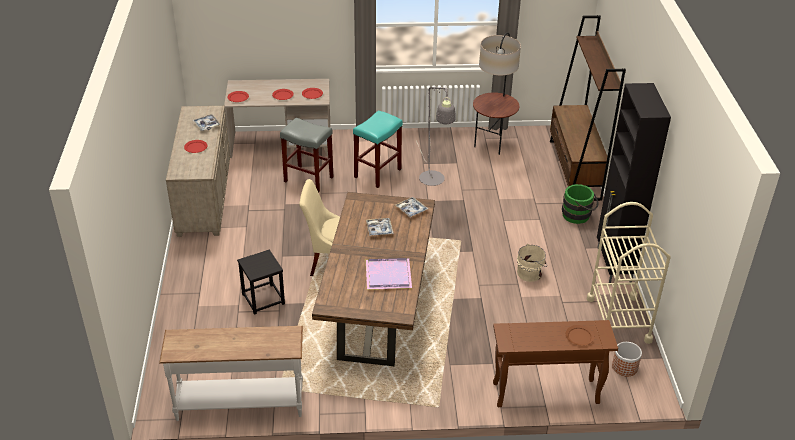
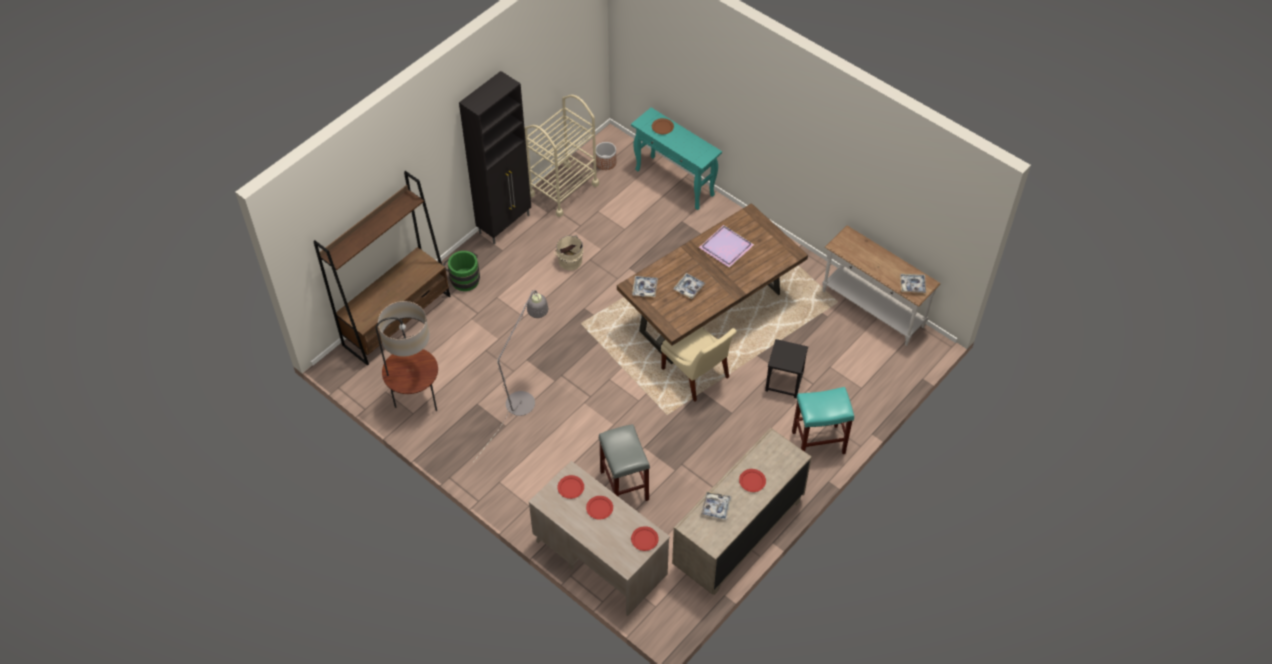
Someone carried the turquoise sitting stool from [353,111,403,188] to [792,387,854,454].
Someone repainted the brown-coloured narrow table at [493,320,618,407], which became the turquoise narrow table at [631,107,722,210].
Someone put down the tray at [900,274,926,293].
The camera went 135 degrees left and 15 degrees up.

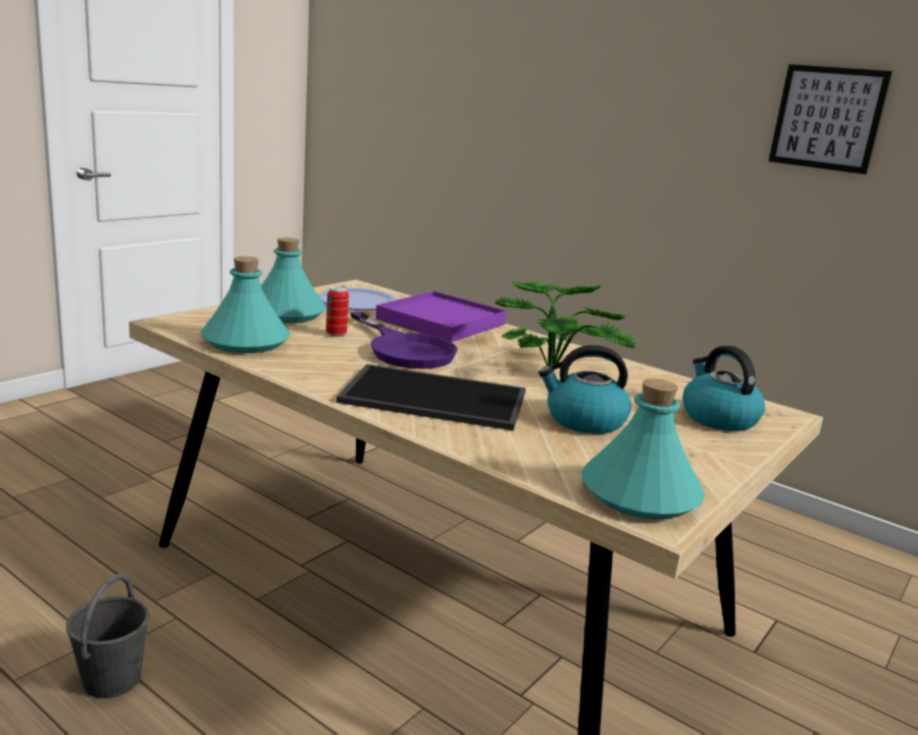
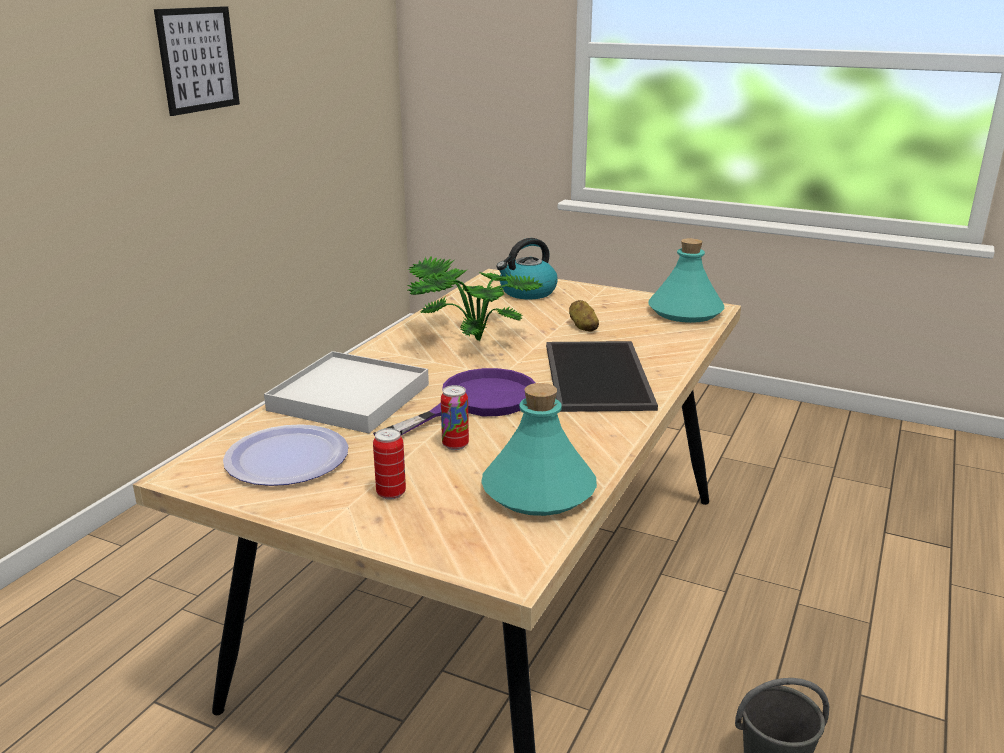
Someone swapped the turquoise beverage bottle at [261,238,326,323] for the sealed can at [373,428,406,500].
Someone repainted the purple tray at [376,291,507,342], which became the whitish tray at [264,351,429,433].
Someone swapped the water kettle at [539,345,631,434] for the whole potato at [569,300,599,332].
The camera went 100 degrees left and 5 degrees up.

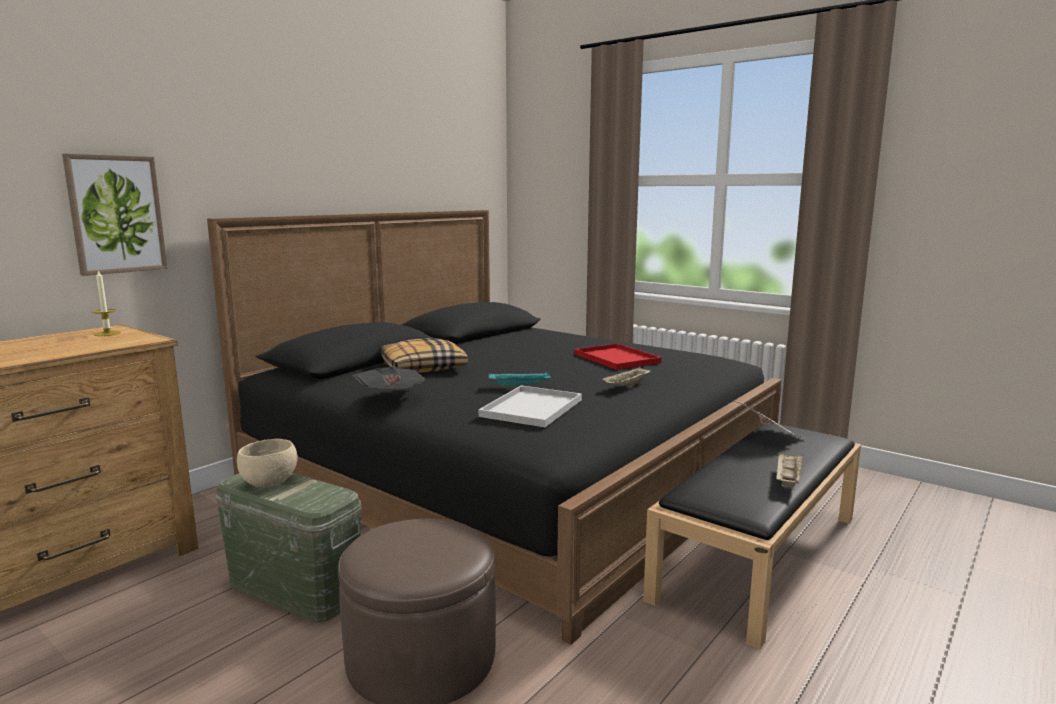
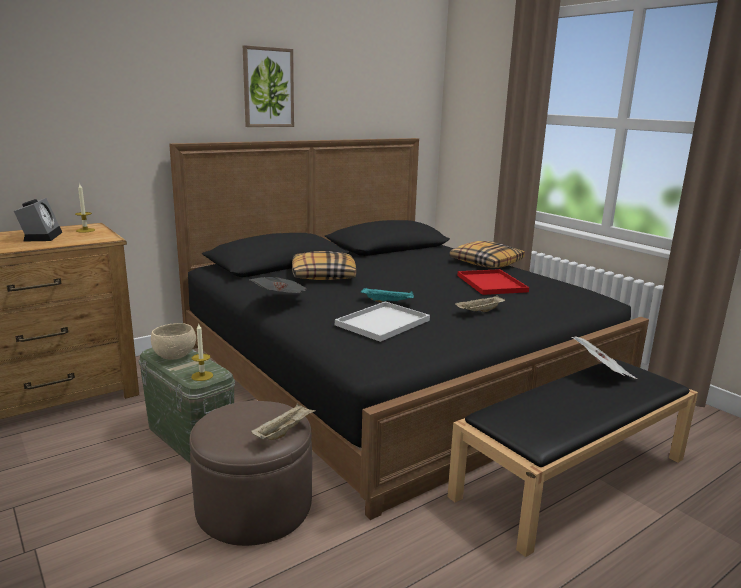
Someone carried the wall picture from [62,154,168,276] to [243,45,294,127].
Someone carried the sand-coloured tray from [776,453,803,486] to [251,403,316,440].
Someone put down the alarm clock at [14,198,62,241].
Someone put down the wax candle at [191,324,213,381].
Someone put down the throw pillow at [449,241,525,268].
The camera went 15 degrees right and 5 degrees up.

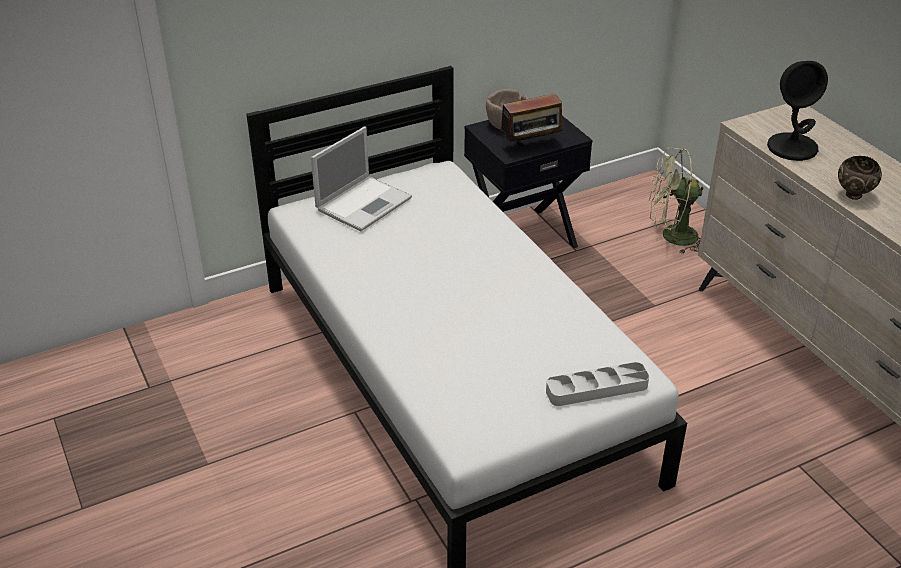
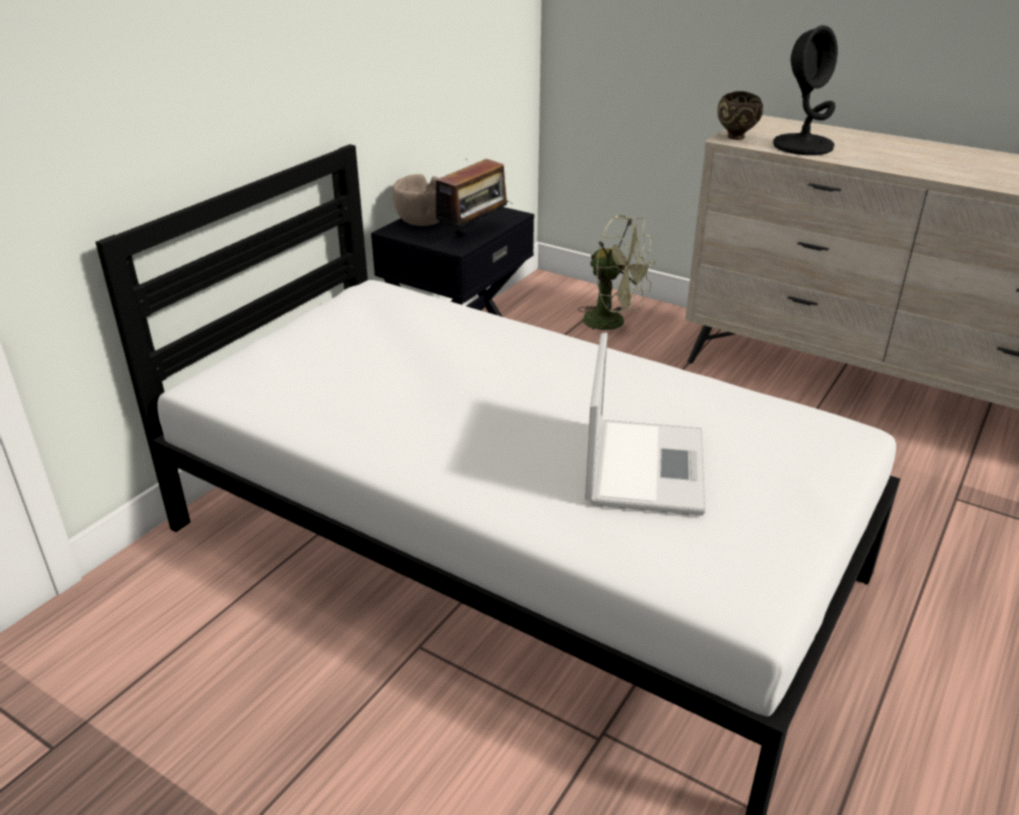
Someone carried the notebook computer from [311,127,412,232] to [585,333,706,516].
Someone took away the greyish tray at [546,362,649,406].
Someone rotated the greenish electric fan at [649,147,704,254] by 120 degrees counterclockwise.
Someone carried the brown-coloured deep dish from [838,156,882,200] to [718,91,763,140].
The camera went 30 degrees left and 5 degrees down.

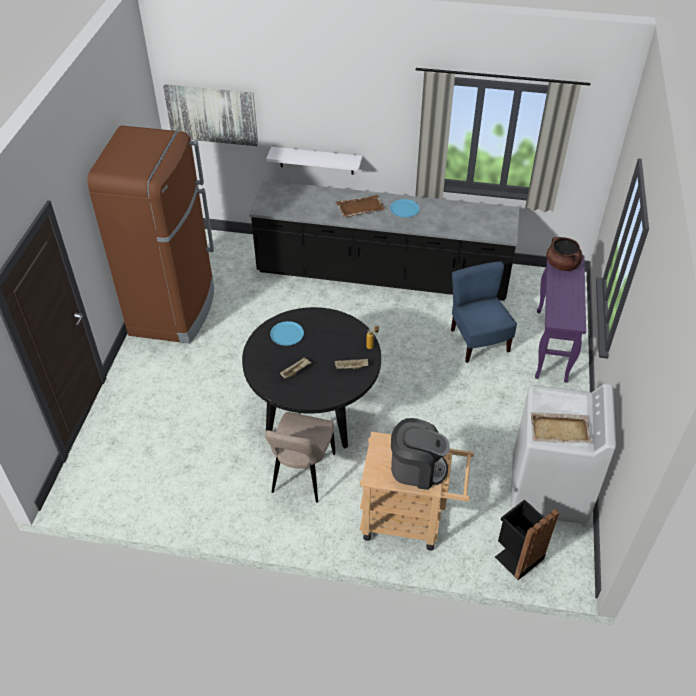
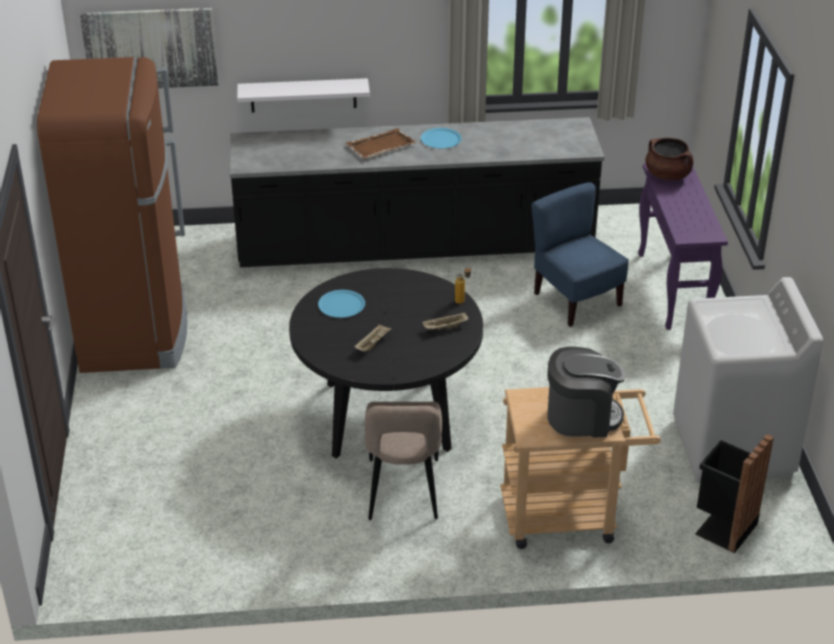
Someone took away the sand-coloured tray at [531,412,592,443].
The camera went 15 degrees left and 10 degrees down.

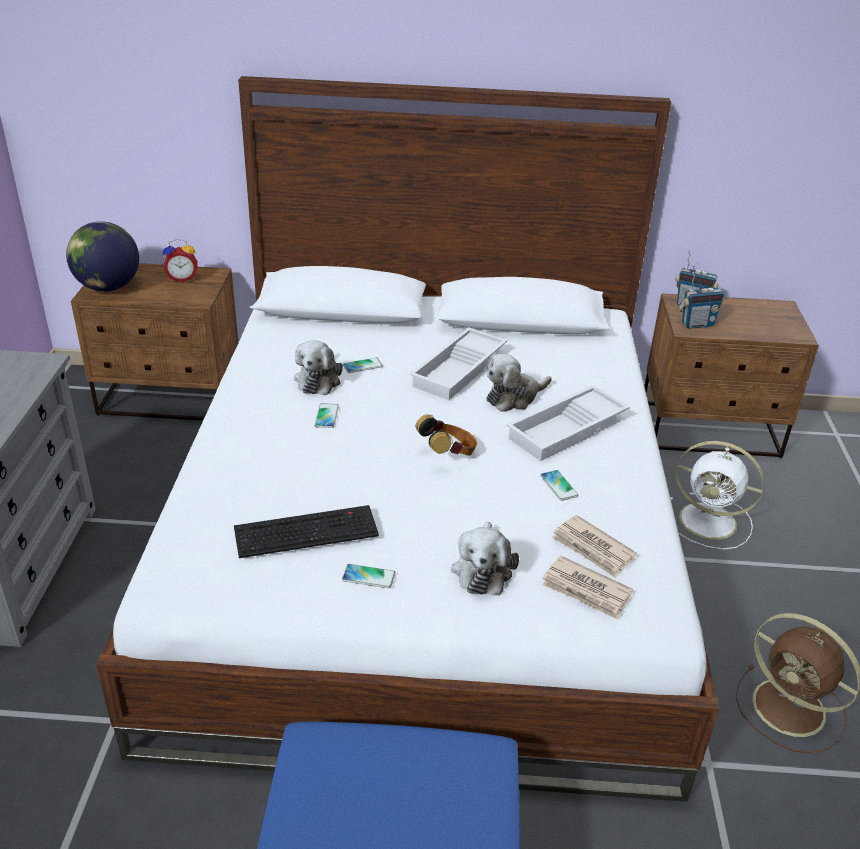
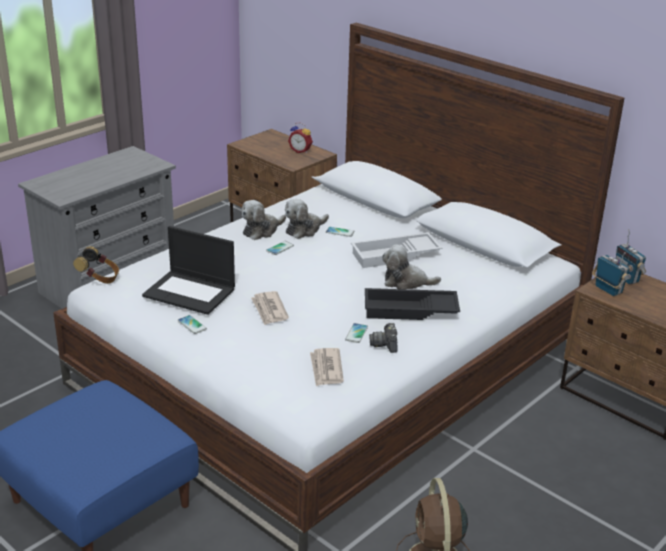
Someone took away the world globe at [66,221,139,291].
Someone swapped the keyboard at [234,505,379,558] for the notebook computer at [142,226,235,315].
Someone carried the headphones from [416,415,477,456] to [73,246,119,284].
Someone carried the plush toy from [451,522,519,595] to [241,200,286,240].
Someone repainted the whitish tray at [506,385,630,461], which became the blackish tray at [365,288,460,320].
Someone carried the newspaper from [542,556,633,620] to [251,291,289,325].
Someone took away the whitish electric fan at [670,441,764,550].
Someone rotated the radio at [679,272,724,329] by 150 degrees counterclockwise.
Someone put down the photo camera at [369,323,397,353].
The camera went 40 degrees right and 5 degrees down.

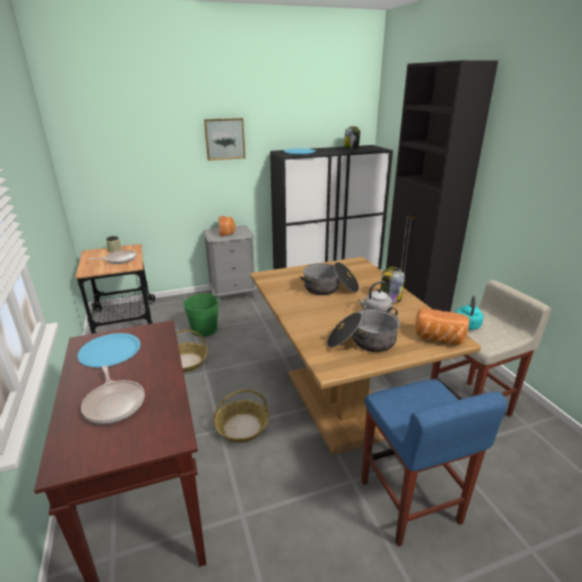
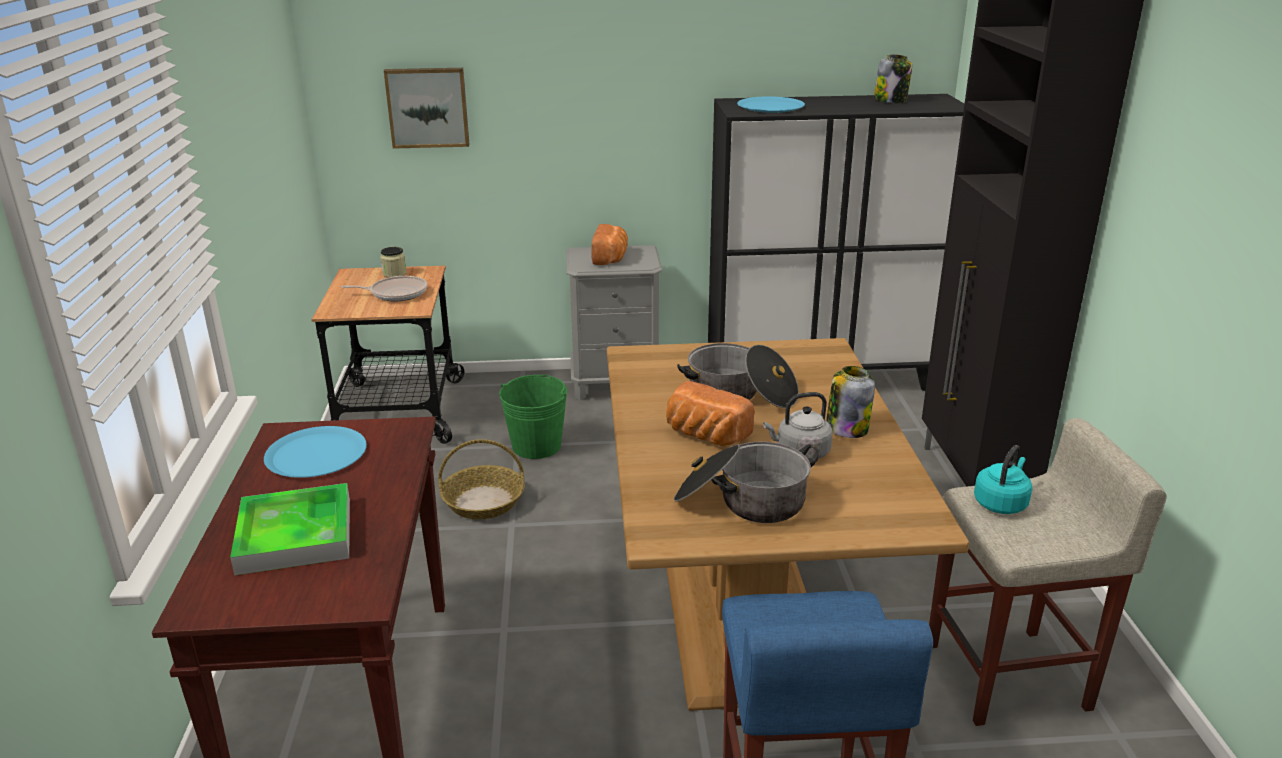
Someone swapped the frying pan at [81,365,145,424] for the tray at [230,483,350,575].
Someone carried the wall picture from [204,118,245,161] to [384,68,470,149].
Someone took away the household basket at [213,390,269,443].
Someone carried the bakery bread from [415,308,470,345] to [666,381,755,446].
The camera went 15 degrees right and 0 degrees up.

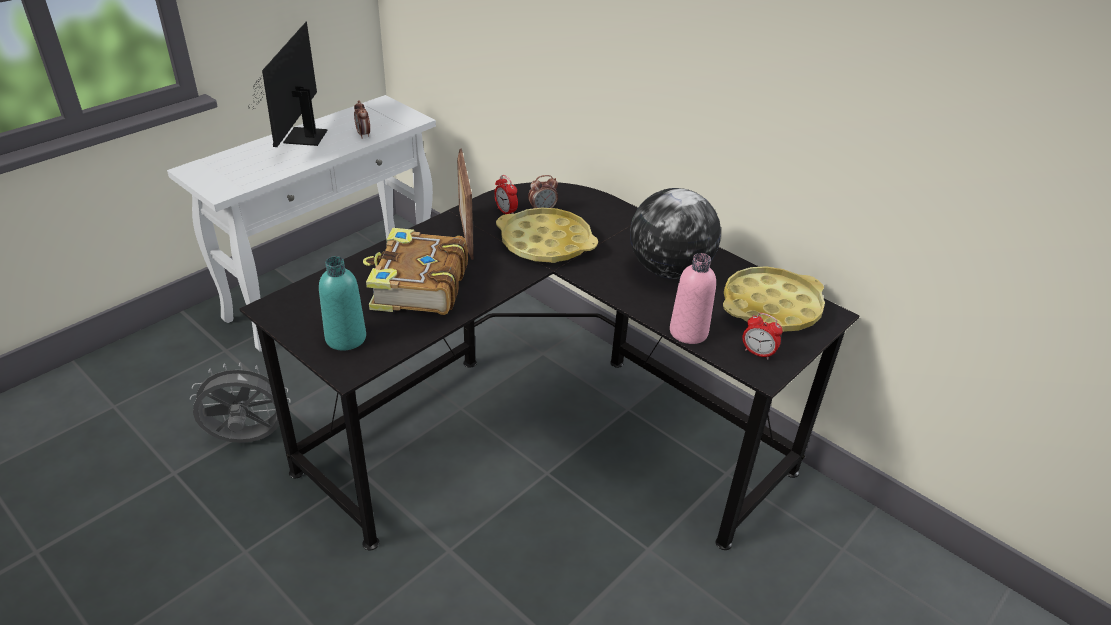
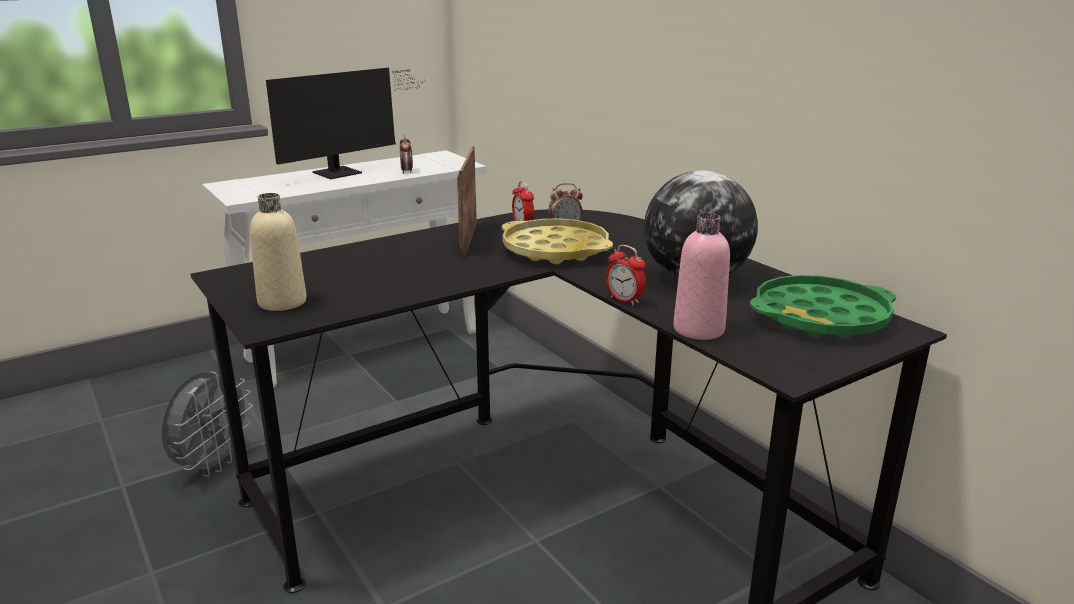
Someone rotated the greyish electric fan at [190,363,291,443] by 105 degrees clockwise.
Someone rotated the monitor at [249,22,327,147] by 150 degrees counterclockwise.
Someone repainted the turquoise beverage bottle at [319,256,366,351], which became the sand-coloured beverage bottle at [250,193,307,311].
Someone took away the bound book at [363,228,468,315].
Someone repainted the yellowish tray at [723,266,825,332], which became the greenish tray at [750,275,896,338].
Someone carried the alarm clock from [742,313,783,359] to [606,245,646,305].
The camera went 15 degrees right and 15 degrees down.

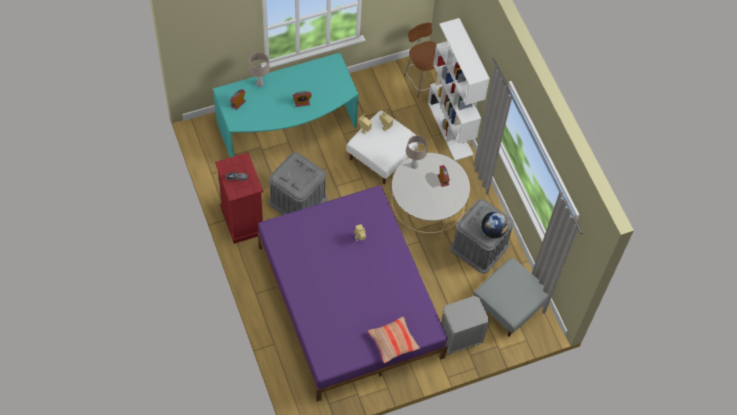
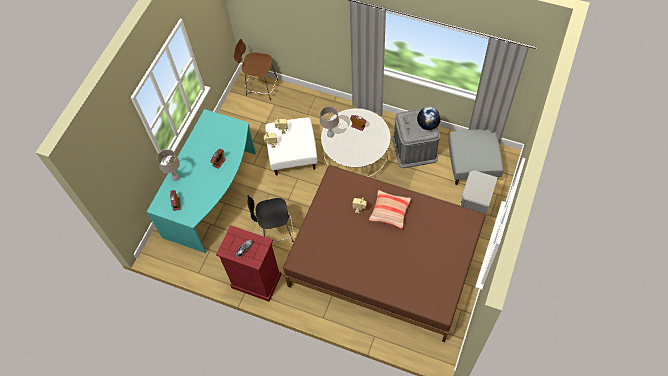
Someone repainted the purple bed at [258,185,448,402], which became the brown-coloured bed at [283,166,486,342].
Someone swapped the greyish storage box at [268,152,327,215] for the blackish sitting stool at [248,195,294,243].
Someone carried the throw pillow from [368,316,420,363] to [369,190,411,229].
Someone took away the whitish bookcase at [428,18,490,161].
The camera went 40 degrees left and 0 degrees up.

